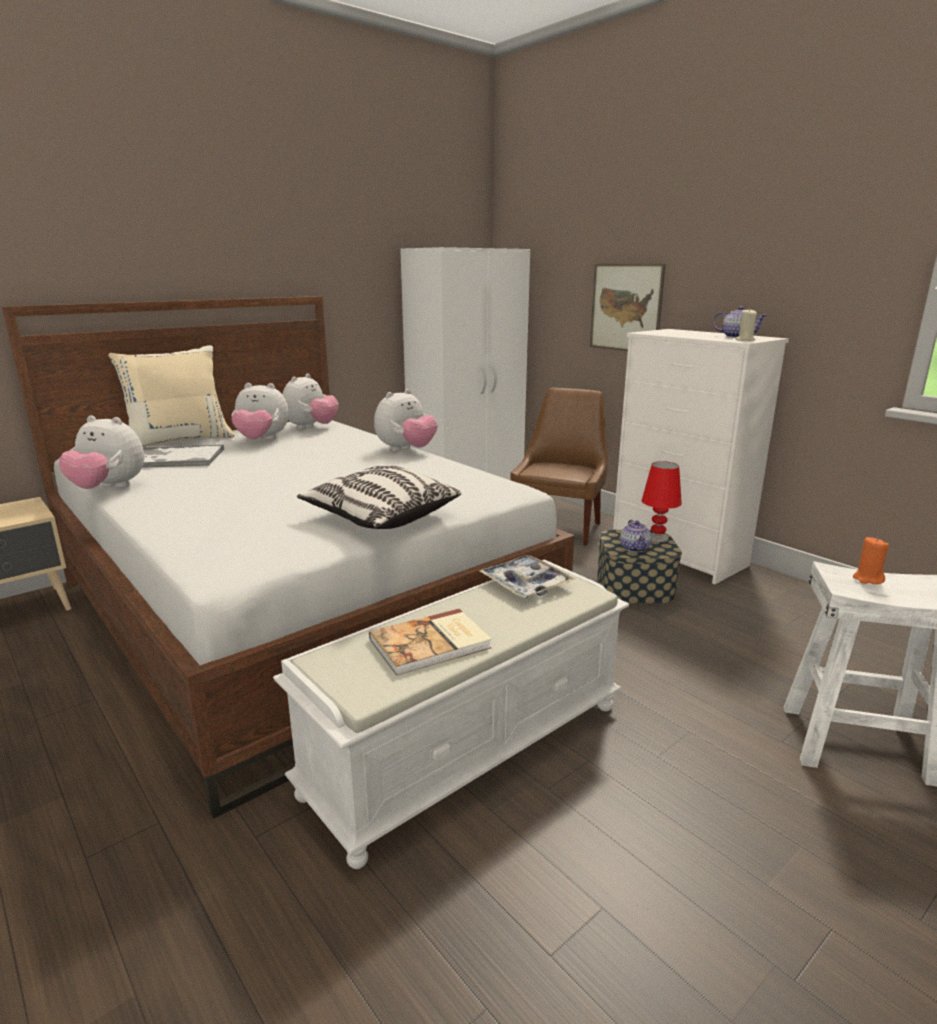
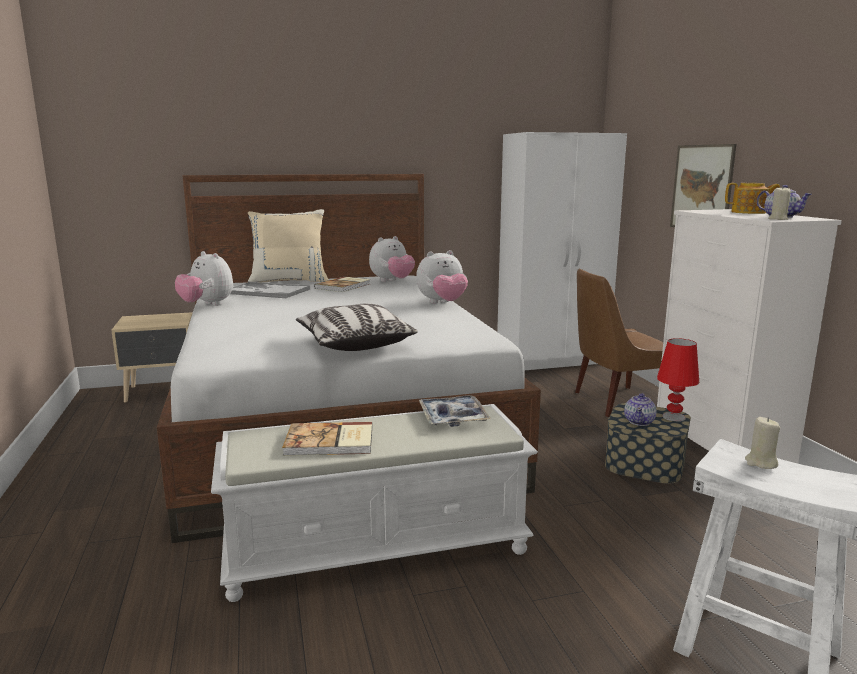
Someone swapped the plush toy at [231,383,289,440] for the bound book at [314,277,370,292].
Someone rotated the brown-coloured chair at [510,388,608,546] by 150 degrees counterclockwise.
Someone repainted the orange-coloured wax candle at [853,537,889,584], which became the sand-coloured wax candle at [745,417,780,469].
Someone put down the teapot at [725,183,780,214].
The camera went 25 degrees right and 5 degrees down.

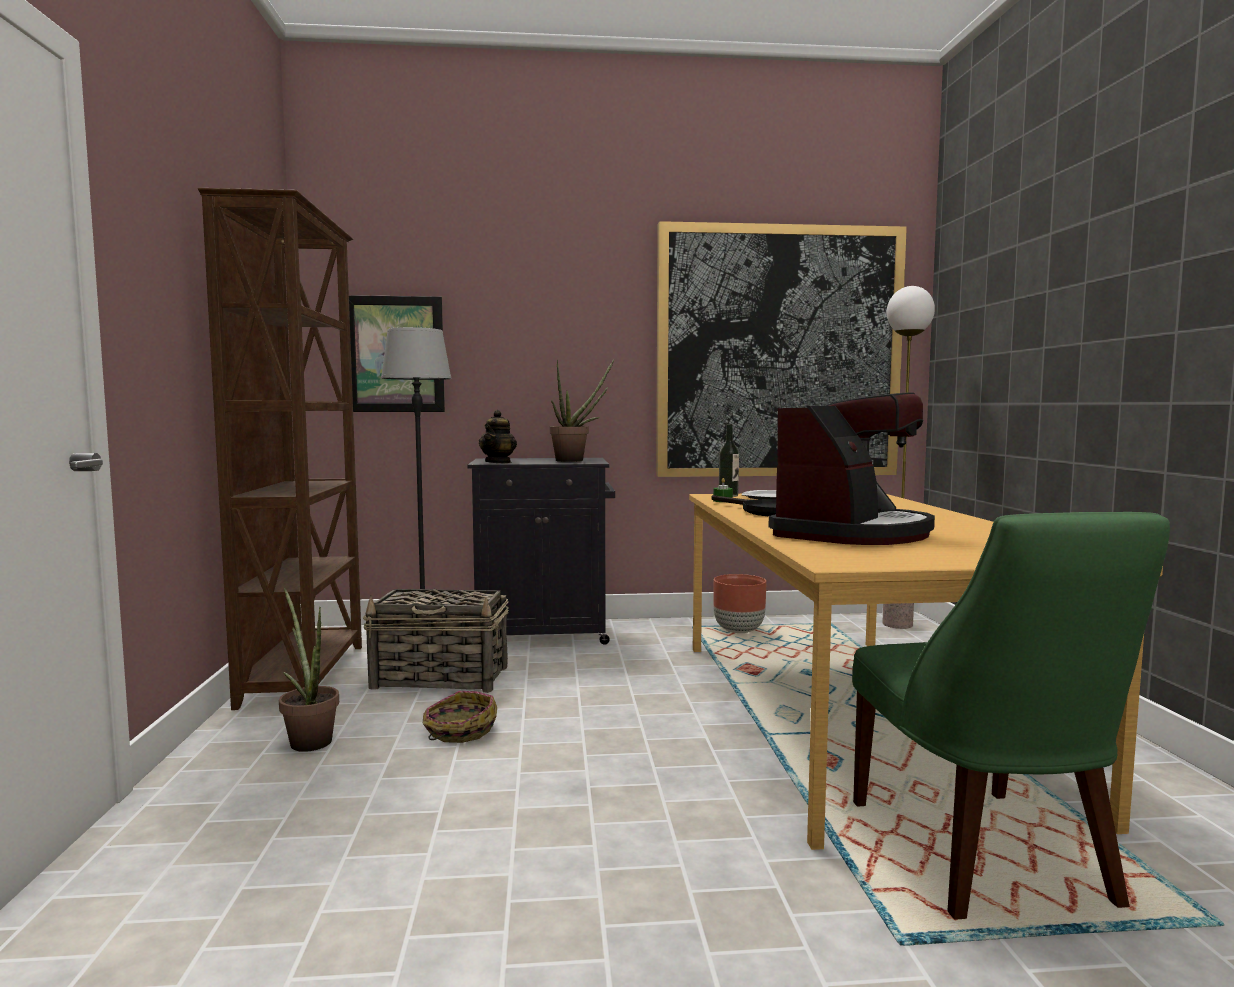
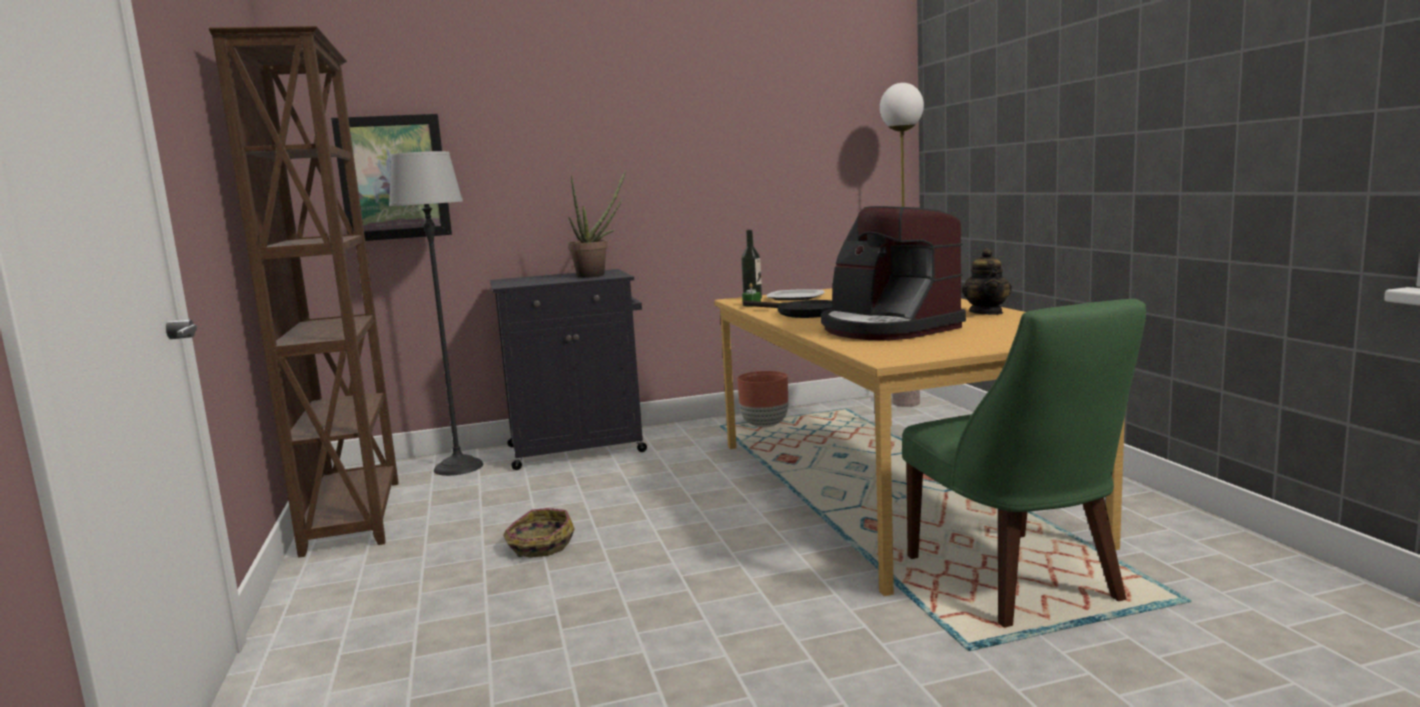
Someone took away the houseplant at [279,588,339,752].
Someone took away the household basket at [363,589,509,693].
Someone carried the teapot from [479,410,517,463] to [962,248,1012,315].
Someone took away the wall picture at [656,221,907,477].
Someone rotated the coffee maker at [769,392,935,545] by 120 degrees clockwise.
The camera went 10 degrees left and 5 degrees up.

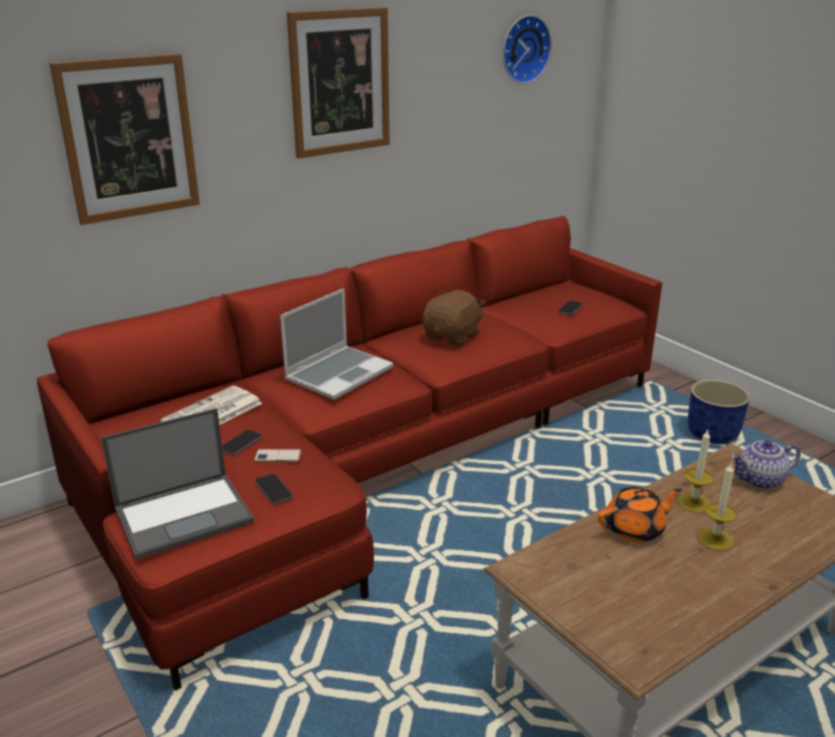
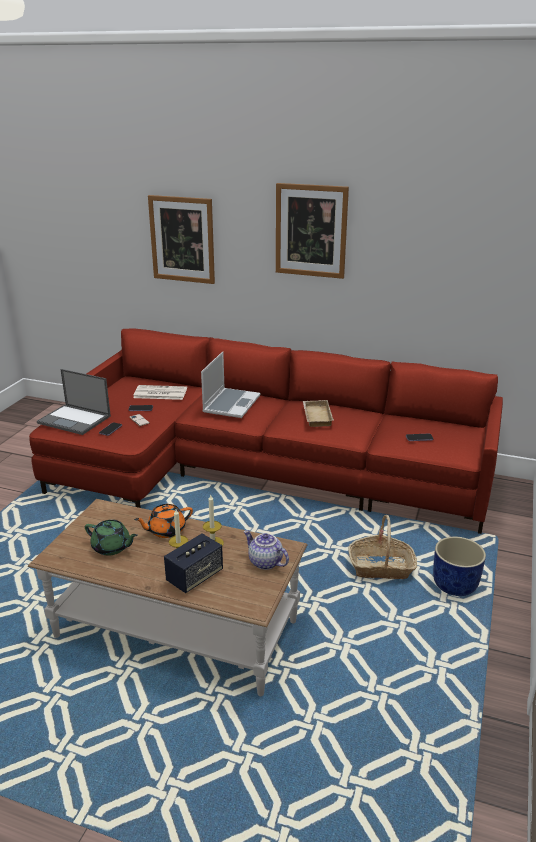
Someone rotated the notebook computer at [280,288,393,400] by 75 degrees counterclockwise.
Someone swapped the brown-coloured plush toy at [423,290,486,346] for the sand-coloured tray at [303,400,334,427].
Someone took away the clock on the wall at [503,15,552,84].
Someone rotated the orange-coloured teapot at [597,487,682,542] by 120 degrees clockwise.
Someone put down the greenish teapot at [85,520,138,556].
Someone put down the speaker at [164,534,223,593].
Someone put down the household basket at [348,515,417,579].
The camera went 55 degrees right and 0 degrees up.

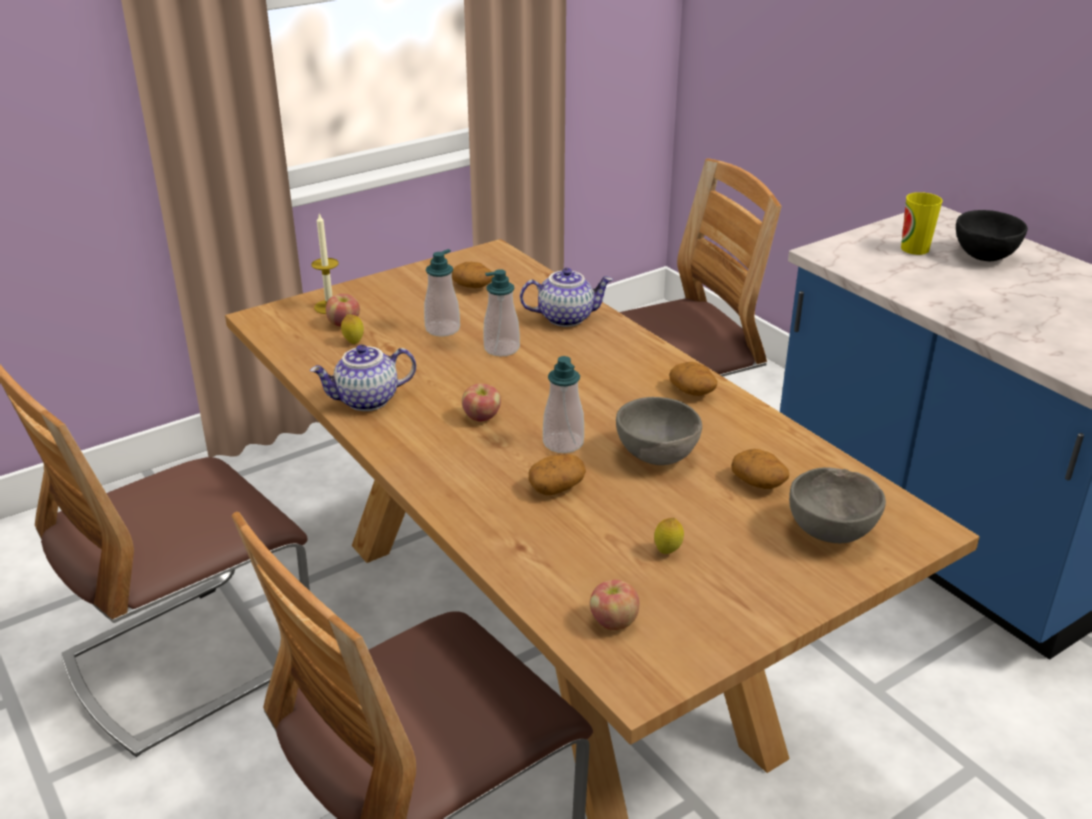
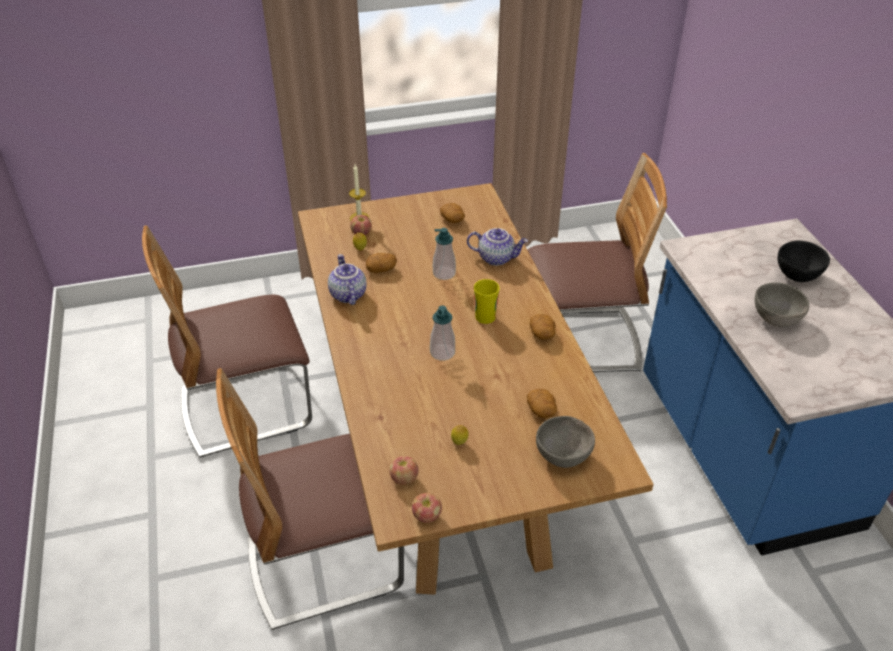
Someone rotated the teapot at [310,345,416,411] by 75 degrees clockwise.
Someone took away the liquid soap bottle at [424,249,460,337].
Someone carried the apple fruit from [462,383,501,422] to [412,493,442,523].
Someone carried the whole potato from [529,454,586,495] to [366,253,397,273].
Someone carried the greyish deep dish from [616,397,702,465] to [755,282,809,327].
Someone carried the cup from [901,192,943,255] to [474,279,499,324].
The camera went 20 degrees right and 10 degrees up.

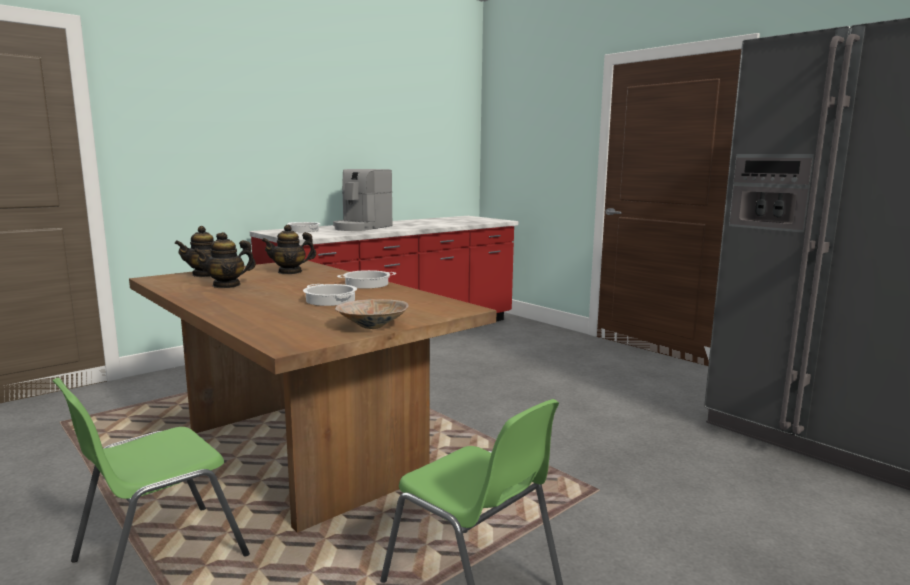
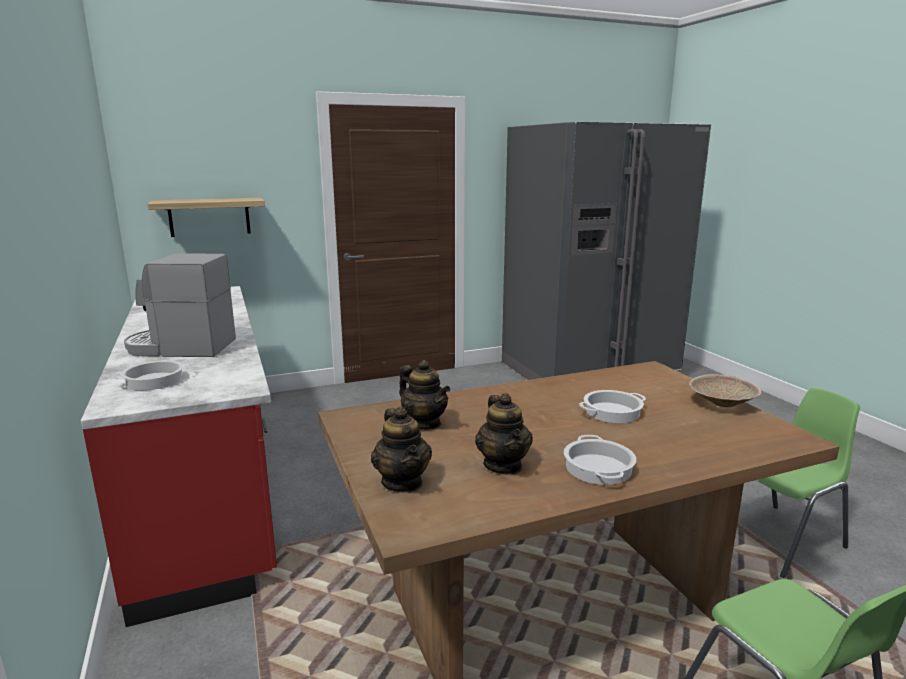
Someone rotated the teapot at [261,225,316,274] by 45 degrees counterclockwise.
Someone rotated the coffee maker at [333,169,392,231] by 135 degrees clockwise.
Someone carried the stockpot from [337,270,397,289] to [564,435,636,485].
Someone put up the shelf at [148,198,265,237].
The camera went 70 degrees left and 5 degrees up.

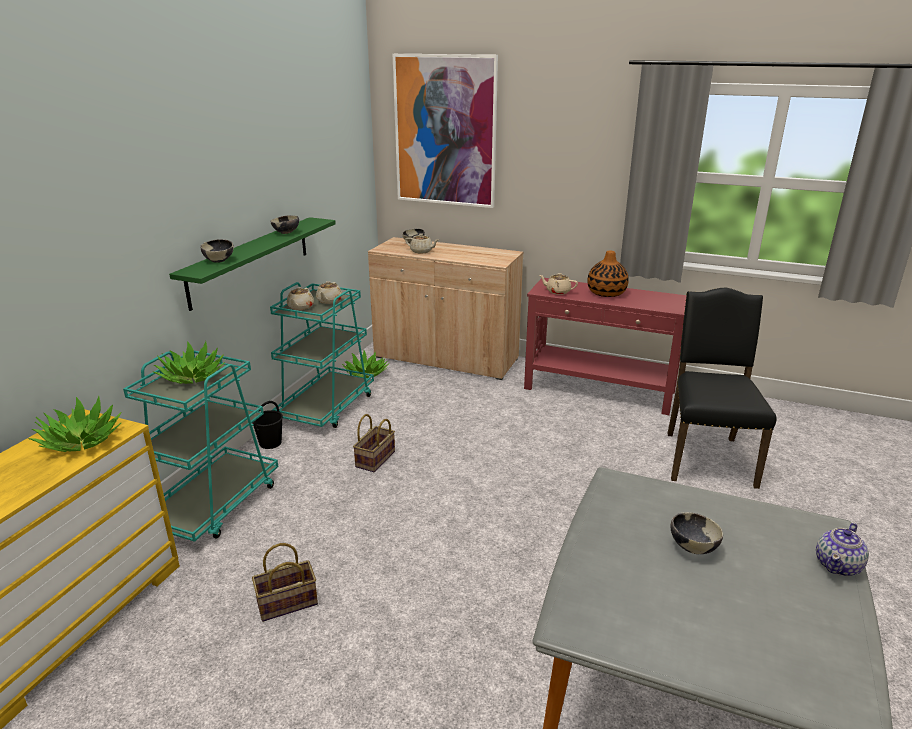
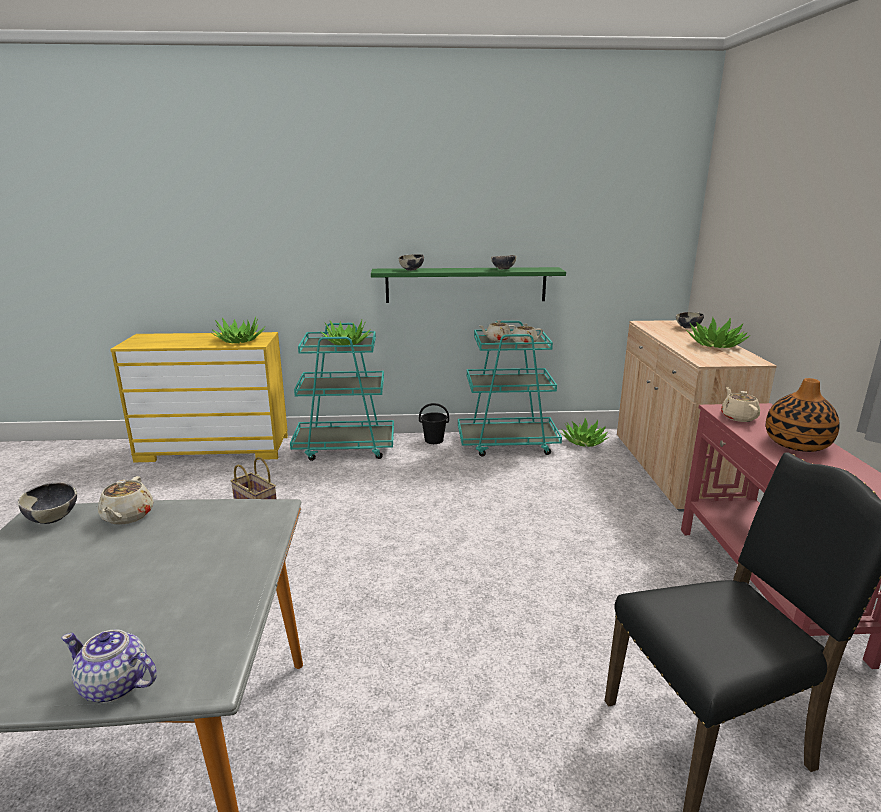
Someone took away the household basket at [353,414,395,472].
Someone took away the wall picture at [393,54,498,208].
Someone carried the sand-coloured teapot from [405,234,439,254] to [98,476,154,525].
Someone carried the deep dish from [671,512,723,554] to [18,482,77,524].
Someone put down the houseplant at [686,317,750,348].
The camera went 65 degrees right and 5 degrees down.

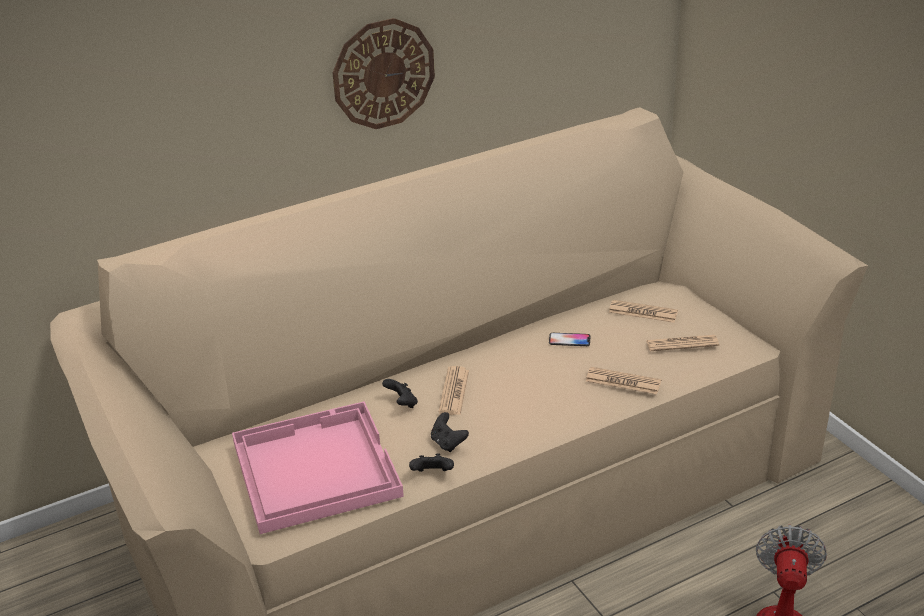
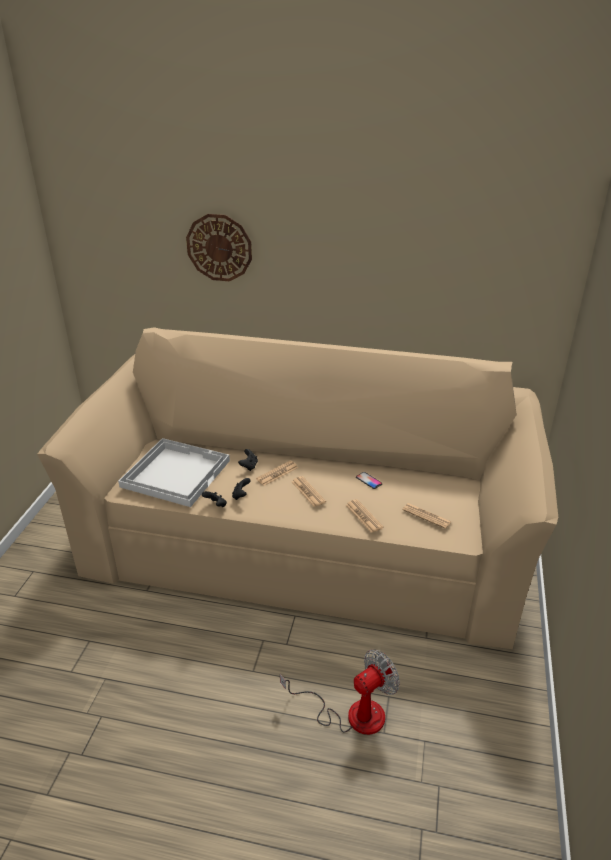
Someone repainted the pink-coloured tray at [232,401,404,534], which became the whitish tray at [118,438,230,507].
Someone carried the clock on the wall from [332,18,435,129] to [186,214,252,281].
Someone carried the newspaper from [609,300,678,323] to [292,476,326,507].
The camera went 40 degrees right and 0 degrees up.

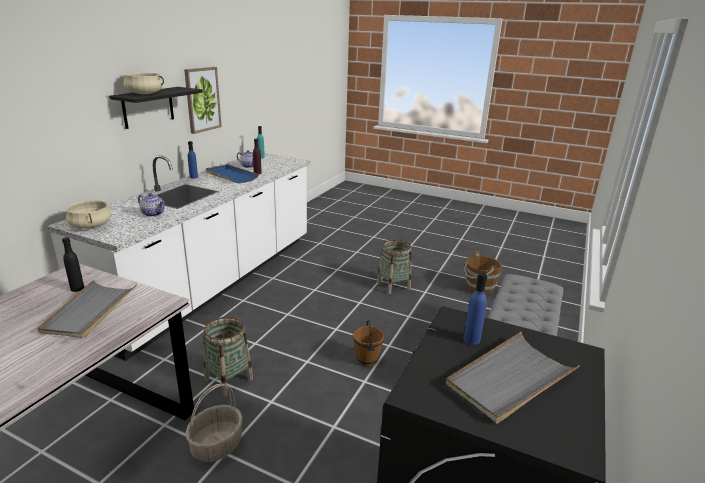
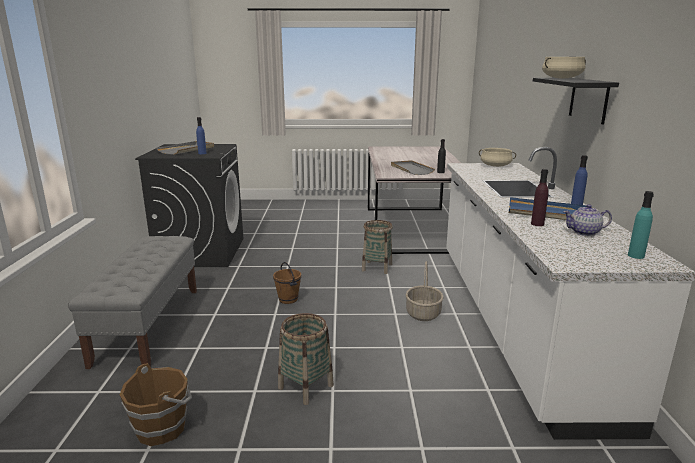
Someone took away the teapot at [138,193,165,217].
Someone took away the wall picture at [184,67,222,134].
Someone carried the household basket from [186,384,243,462] to [406,261,444,321].
The camera went 155 degrees right and 5 degrees down.

